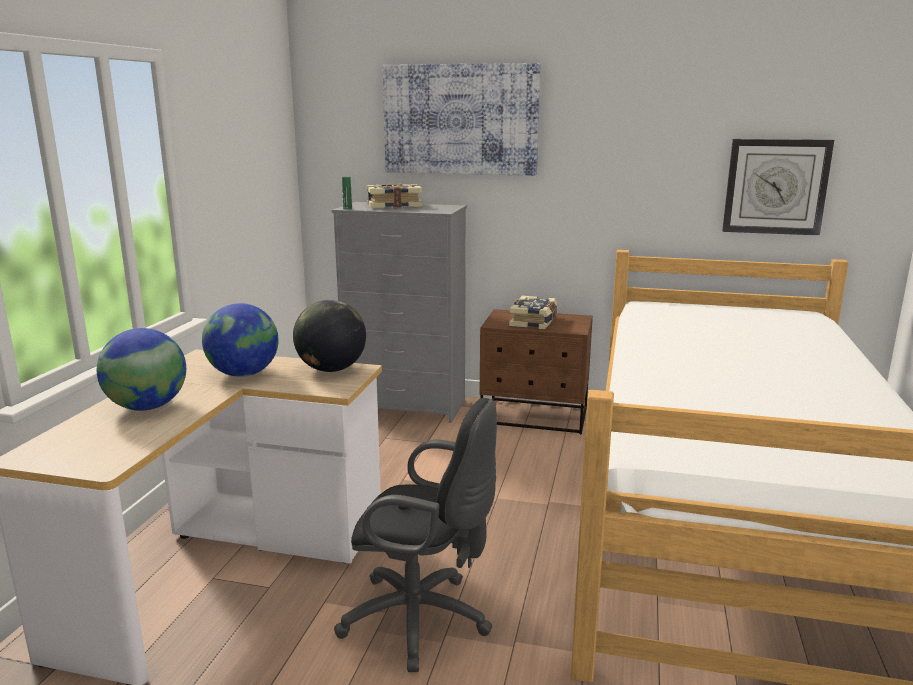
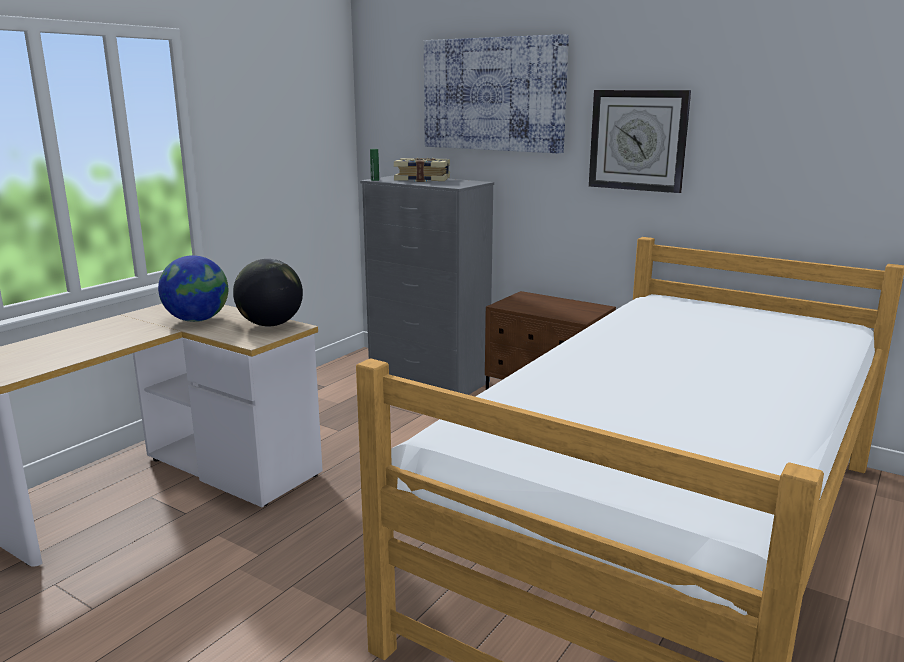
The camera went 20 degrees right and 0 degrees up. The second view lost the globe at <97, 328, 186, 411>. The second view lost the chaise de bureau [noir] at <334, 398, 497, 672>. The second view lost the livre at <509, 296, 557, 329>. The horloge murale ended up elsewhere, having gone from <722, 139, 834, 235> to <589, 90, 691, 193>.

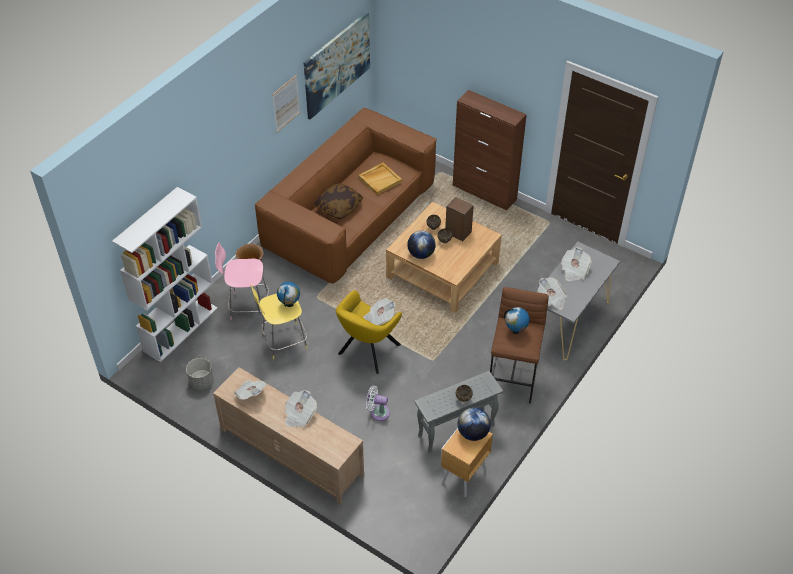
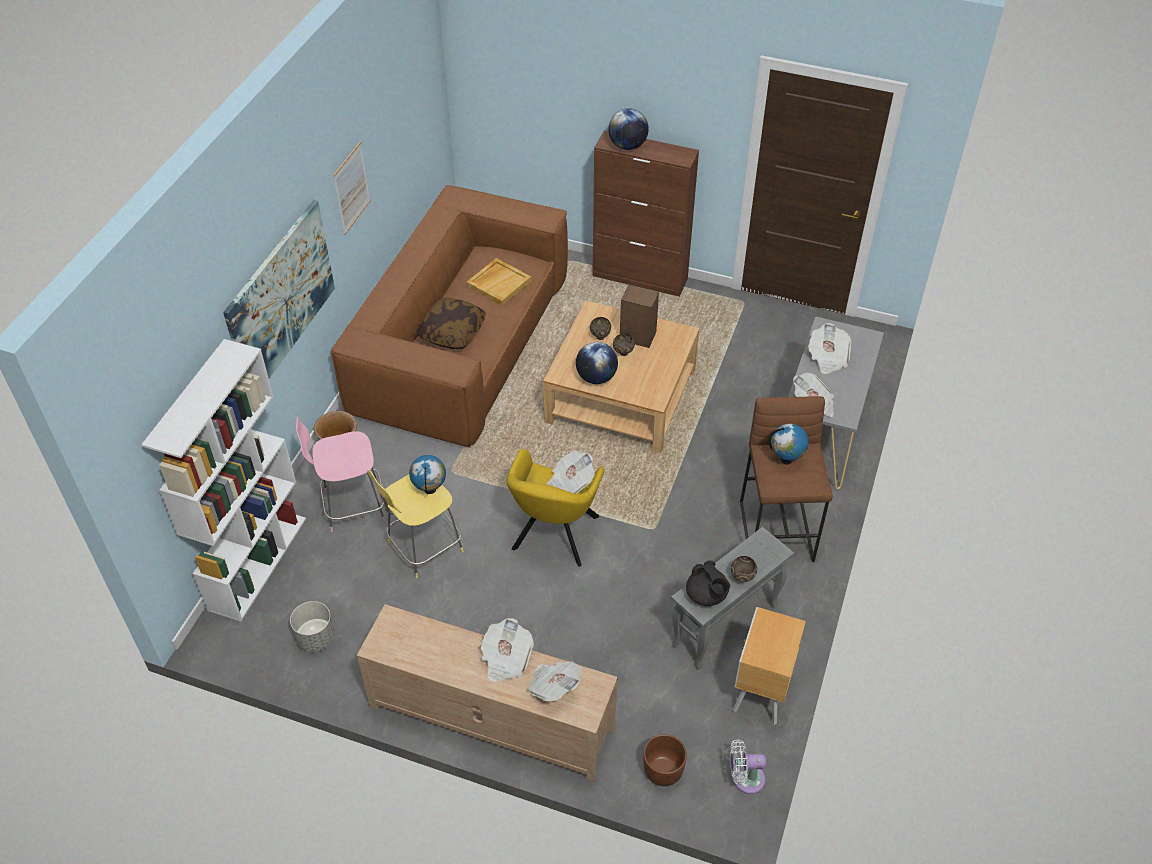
The camera went 15 degrees left and 0 degrees up. The journal ended up elsewhere, having gone from <234, 380, 266, 400> to <527, 661, 582, 701>. The tableau ended up elsewhere, having gone from <304, 11, 370, 120> to <223, 200, 335, 379>. The ventilateur [blanc] ended up elsewhere, having gone from <366, 386, 390, 421> to <730, 739, 766, 794>. The globe ended up elsewhere, having gone from <457, 407, 491, 441> to <608, 108, 649, 150>. The second view gained the cache-pot [marron] at <644, 734, 687, 786>. The second view gained the théière [noir] at <686, 560, 730, 606>.

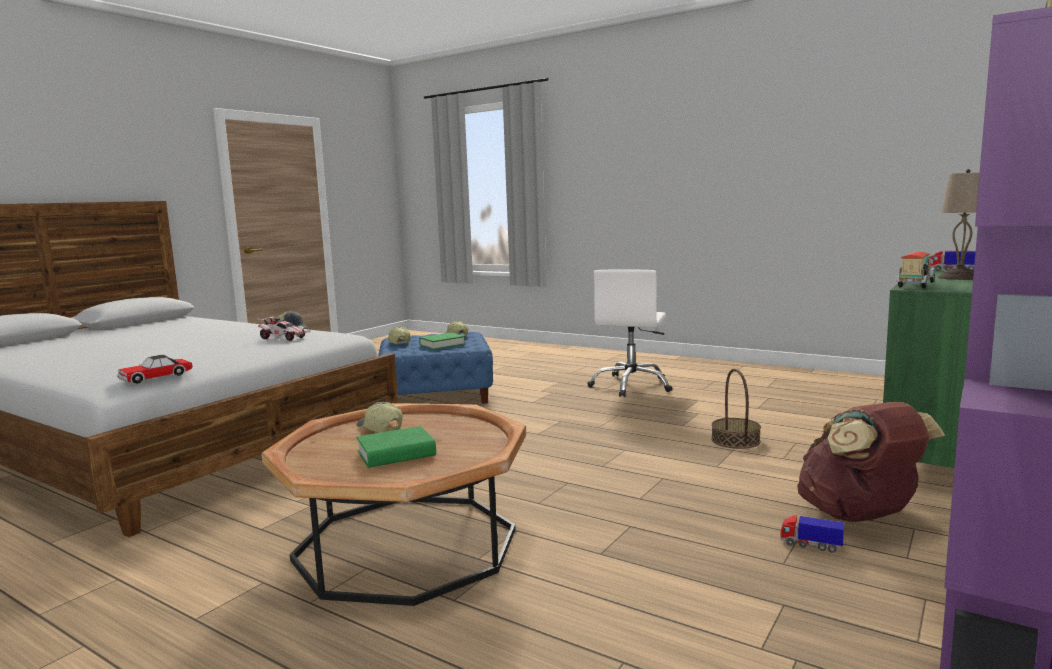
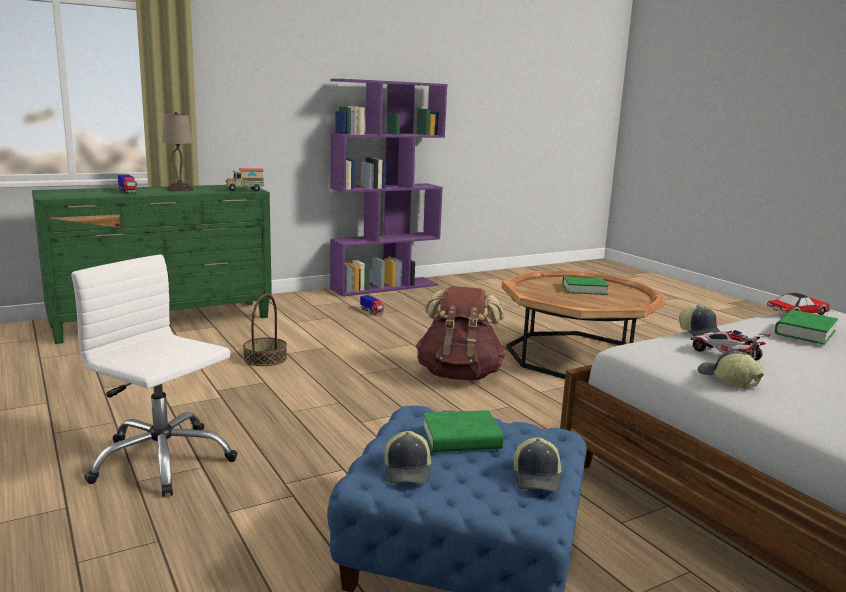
The camera went 155 degrees left and 5 degrees up. The casquette ended up elsewhere, having gone from <357, 402, 403, 433> to <679, 305, 720, 336>. The chaise de bureau [blanc] at <587, 270, 672, 397> ended up facing another way, 105 degrees counterclockwise from before. The sac à dos [marron] ended up elsewhere, having gone from <797, 402, 945, 522> to <416, 286, 506, 380>. The second view gained the livre [vert] at <775, 310, 838, 345>.

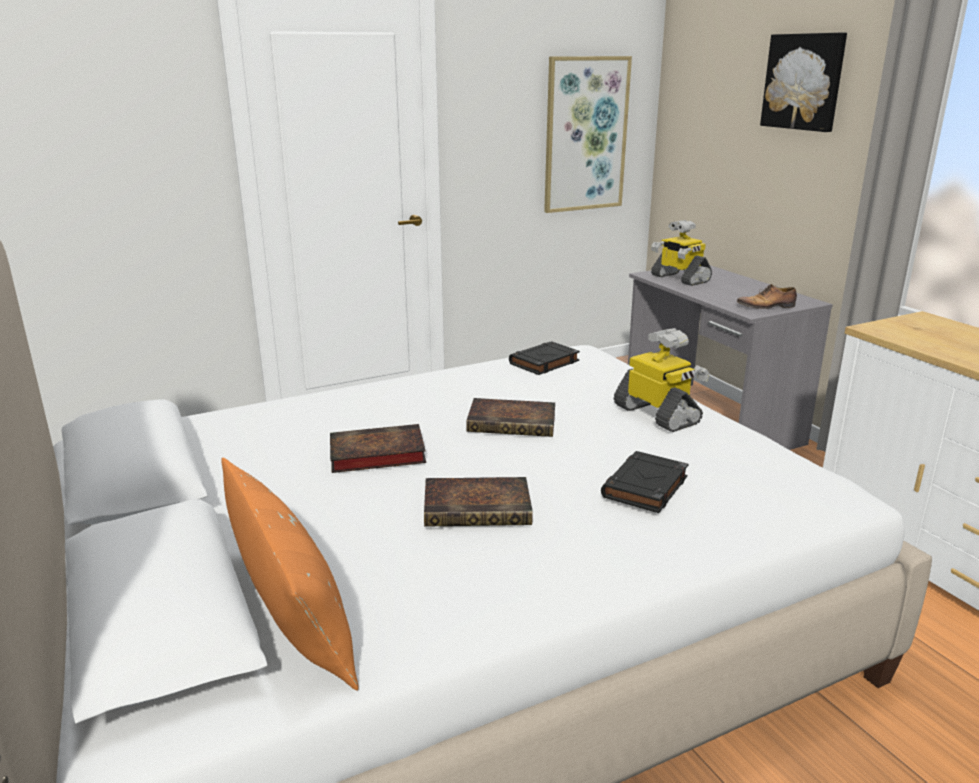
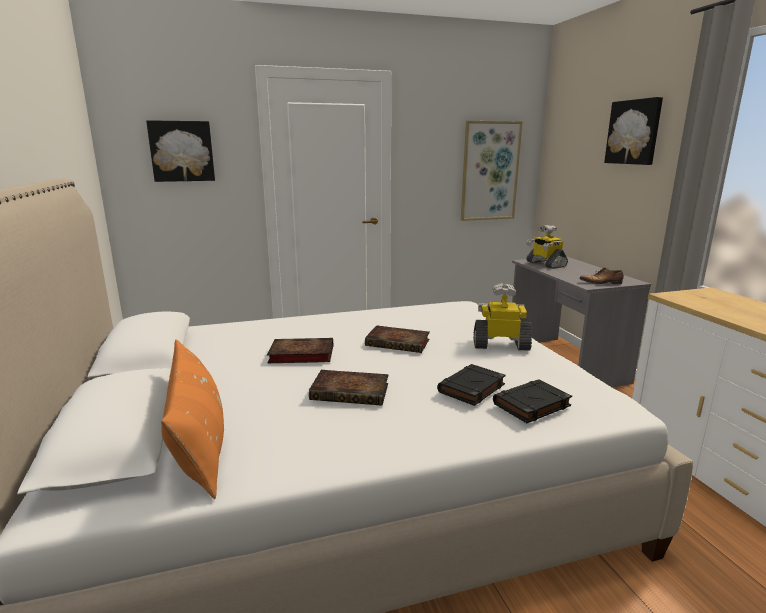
The camera went 10 degrees right and 5 degrees down. The livre [noir] ended up elsewhere, having gone from <509, 341, 580, 375> to <493, 379, 572, 423>. The robot jouet at <614, 328, 710, 432> ended up facing another way, 60 degrees counterclockwise from before. The second view gained the tableau at <146, 120, 215, 182>.

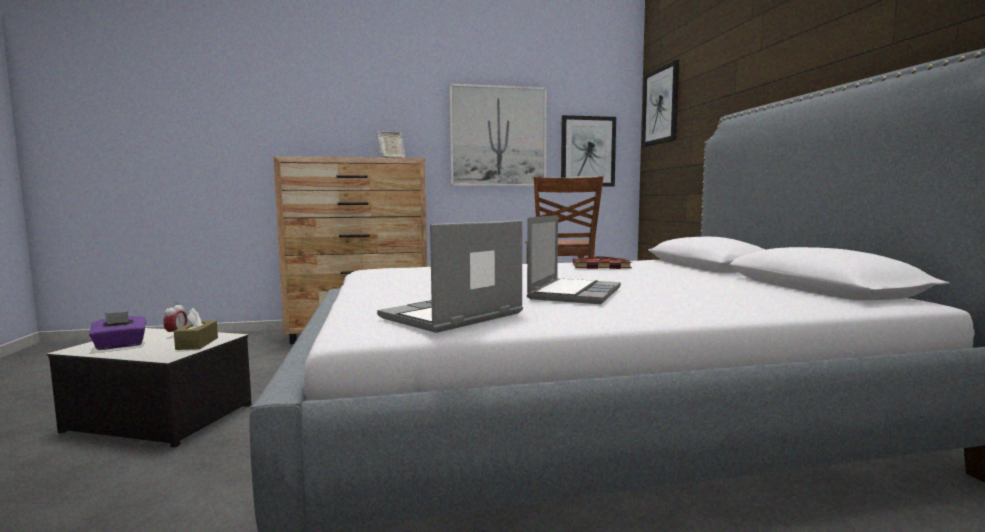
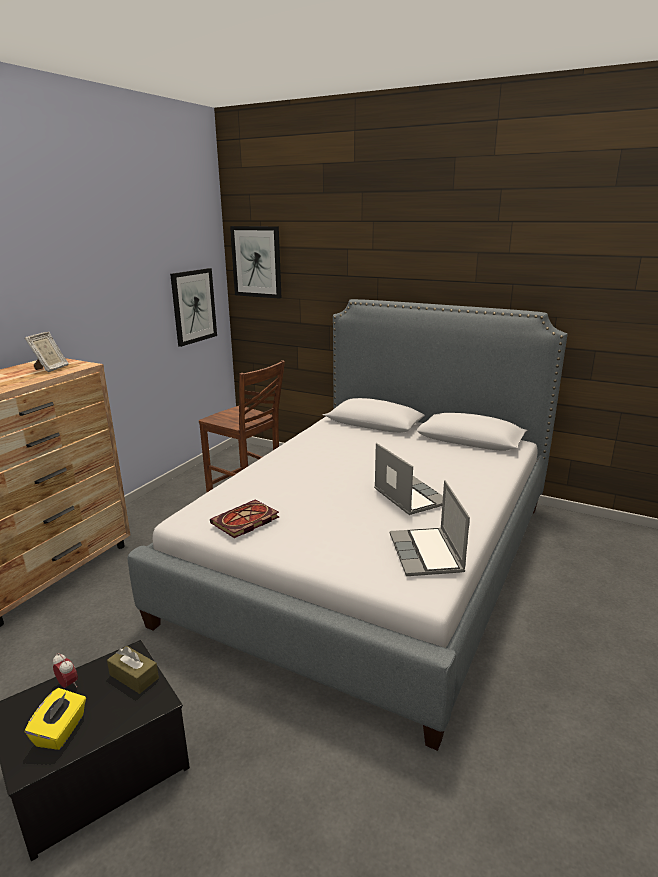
The camera went 50 degrees left and 15 degrees up. What was the boîte à mouchoirs [violet] at <89, 311, 147, 350> turned into the boîte à mouchoirs [jaune] at <25, 688, 86, 750>. The second view lost the tableau at <449, 83, 547, 186>. The livre ended up elsewhere, having gone from <573, 256, 632, 269> to <210, 500, 279, 538>.

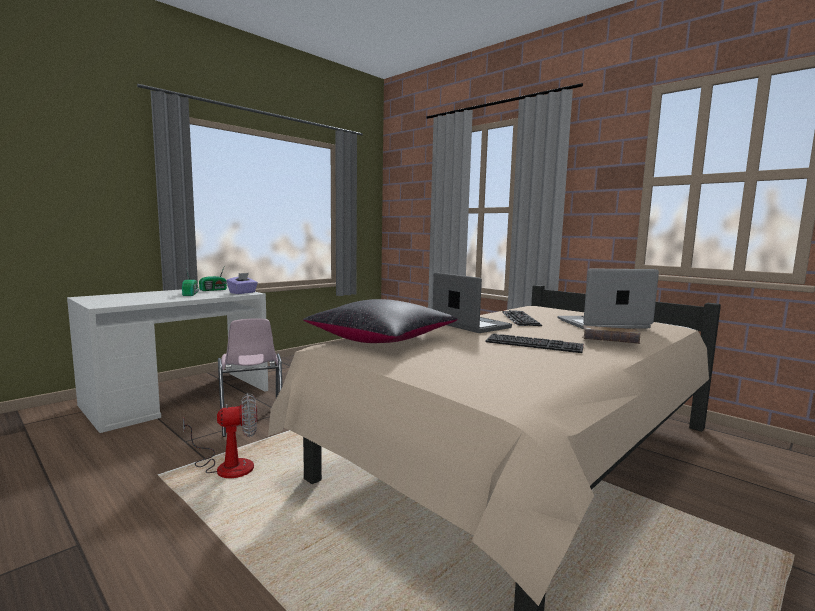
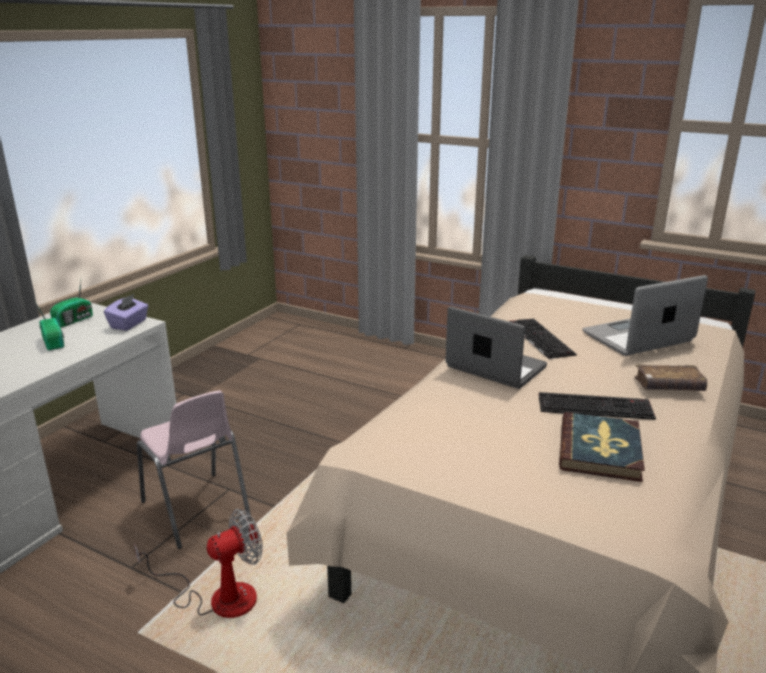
The camera went 15 degrees left and 15 degrees up. The second view lost the coussin [noir] at <303, 299, 458, 343>. The second view gained the livre at <559, 412, 645, 482>.

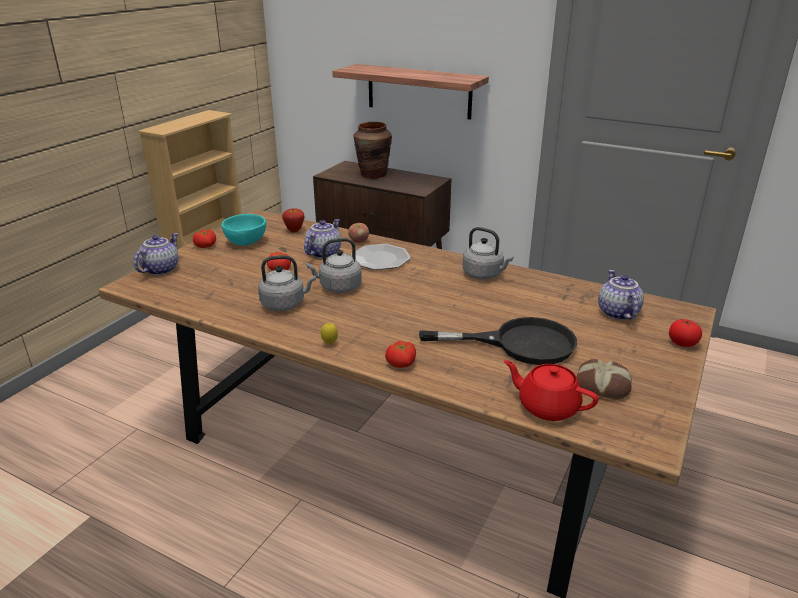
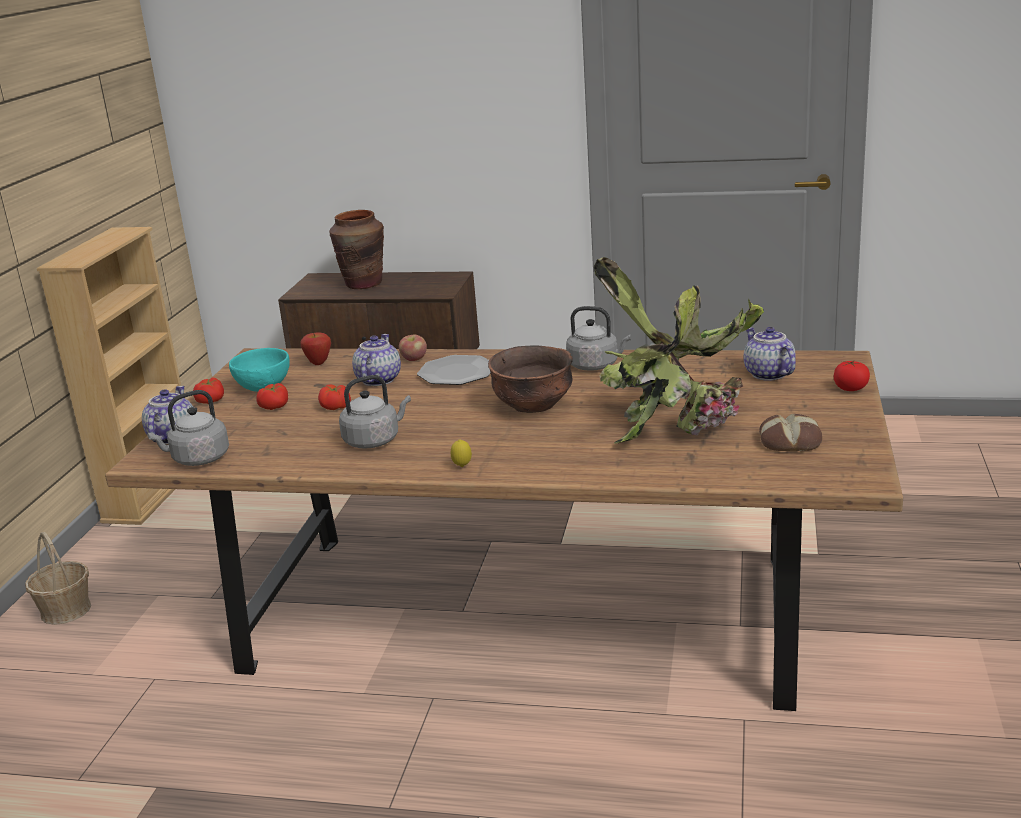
The camera went 15 degrees left and 5 degrees down. The bouilloire [gris] ended up elsewhere, having gone from <306, 238, 362, 293> to <147, 390, 229, 466>. The second view lost the étagère at <332, 64, 489, 120>. The tomate ended up elsewhere, having gone from <385, 341, 416, 368> to <257, 383, 288, 410>. Where the poêle [noir] stood at <419, 317, 577, 365>, the plante en pot came to stand at <594, 257, 764, 444>. The second view lost the théière [rouge] at <504, 360, 599, 421>. The second view gained the panier at <25, 532, 91, 625>. The second view gained the bol [marron] at <488, 345, 573, 413>.

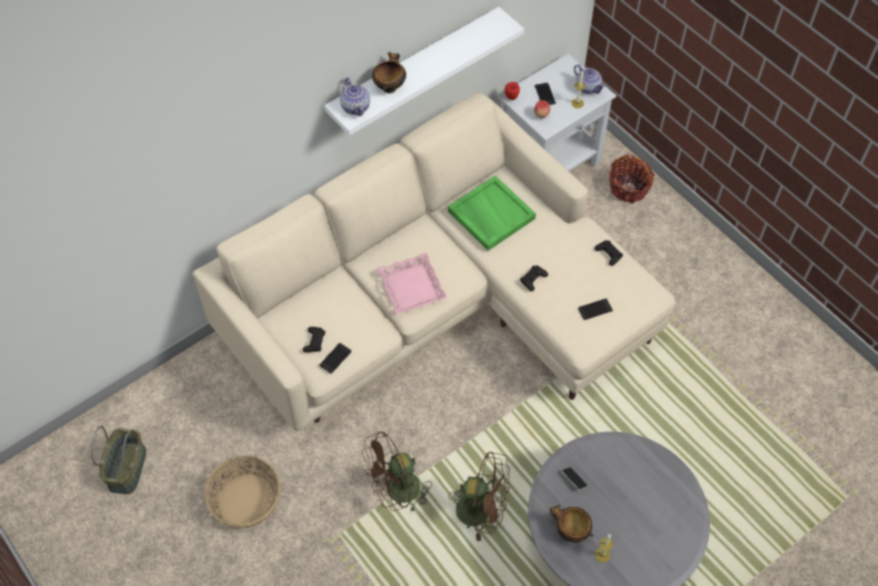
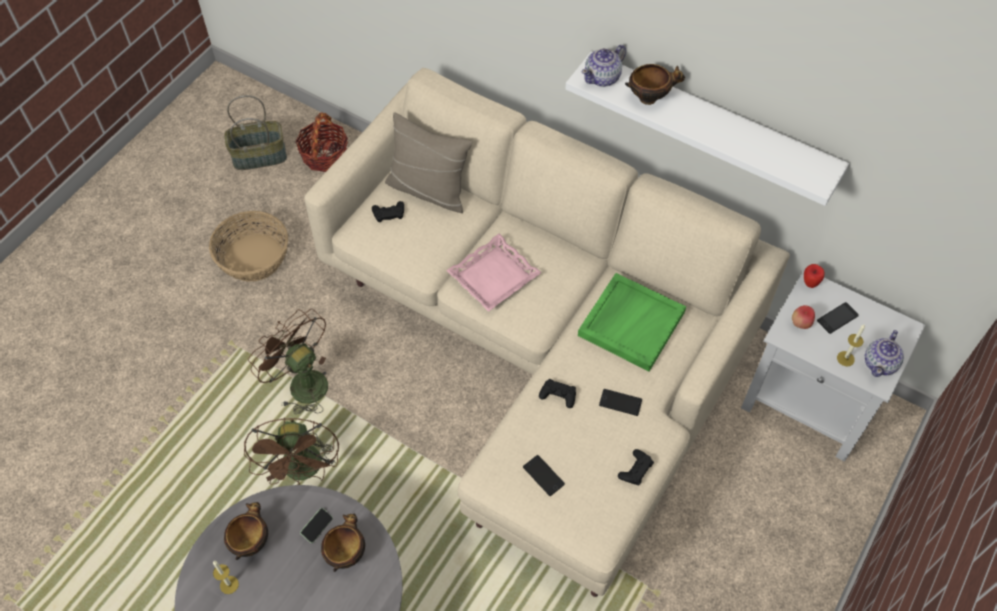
The camera went 70 degrees right and 0 degrees up. The téléphone ended up elsewhere, having gone from <319, 343, 352, 374> to <599, 389, 642, 416>. The panier ended up elsewhere, having gone from <609, 155, 655, 203> to <295, 113, 348, 172>. The second view gained the bol at <321, 514, 365, 572>. The second view gained the coussin [beige] at <385, 112, 472, 213>.

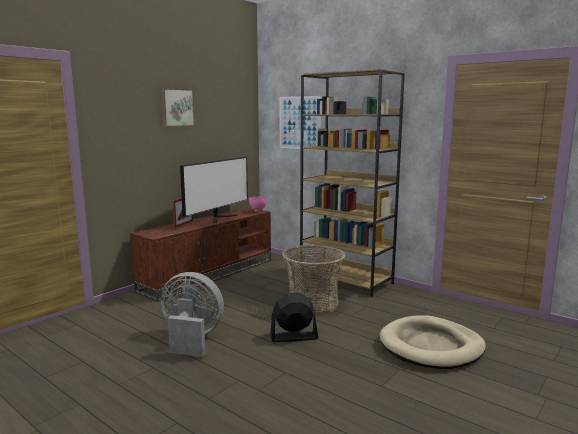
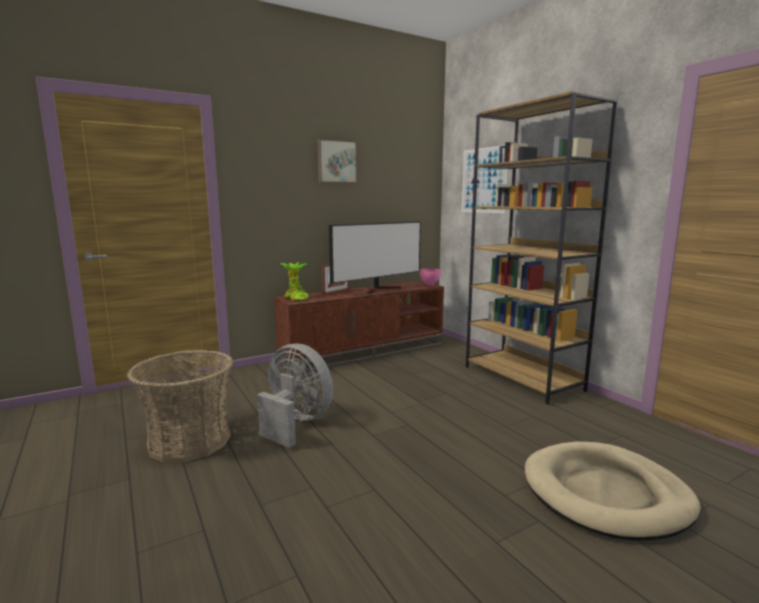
The camera went 20 degrees right and 0 degrees up. The second view lost the ventilateur [noir] at <270, 293, 318, 342>. The panier ended up elsewhere, having gone from <282, 245, 346, 315> to <127, 350, 233, 462>. The second view gained the plante en pot at <281, 262, 309, 300>.

